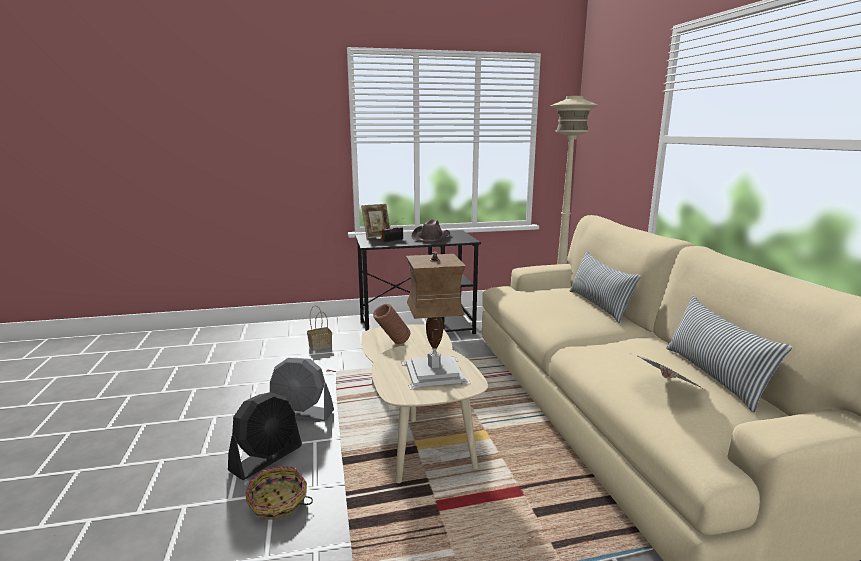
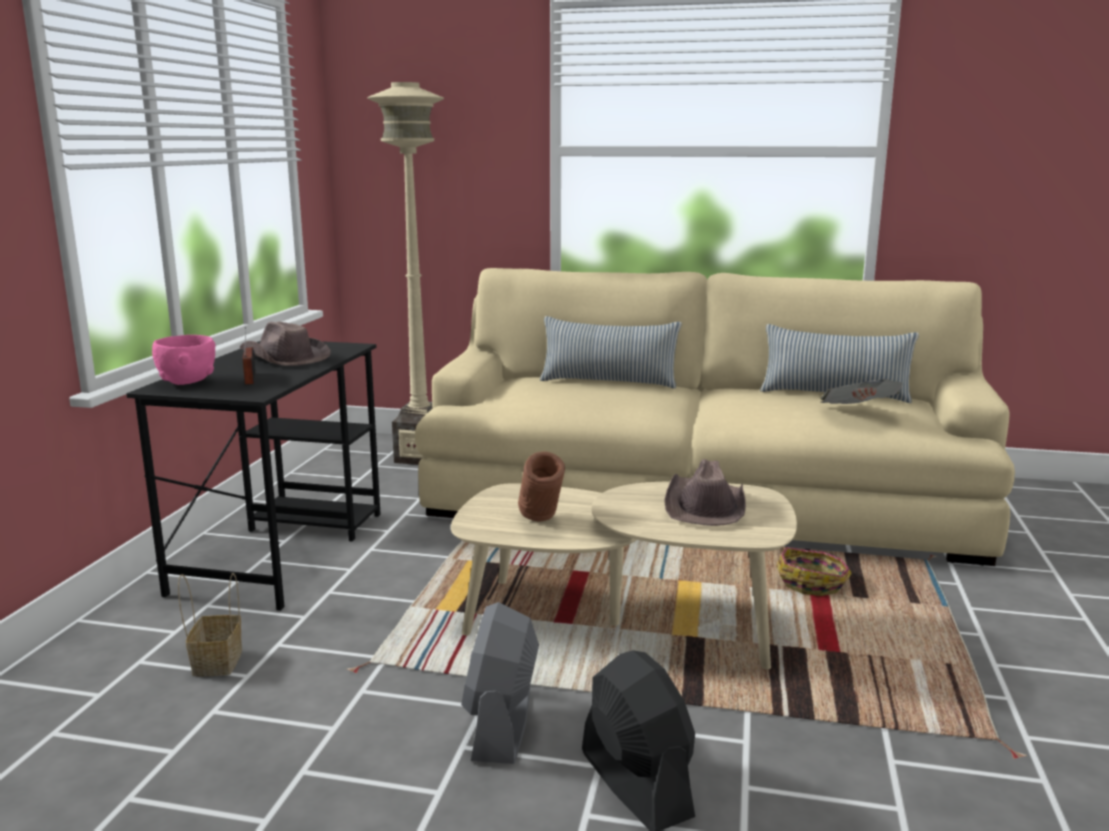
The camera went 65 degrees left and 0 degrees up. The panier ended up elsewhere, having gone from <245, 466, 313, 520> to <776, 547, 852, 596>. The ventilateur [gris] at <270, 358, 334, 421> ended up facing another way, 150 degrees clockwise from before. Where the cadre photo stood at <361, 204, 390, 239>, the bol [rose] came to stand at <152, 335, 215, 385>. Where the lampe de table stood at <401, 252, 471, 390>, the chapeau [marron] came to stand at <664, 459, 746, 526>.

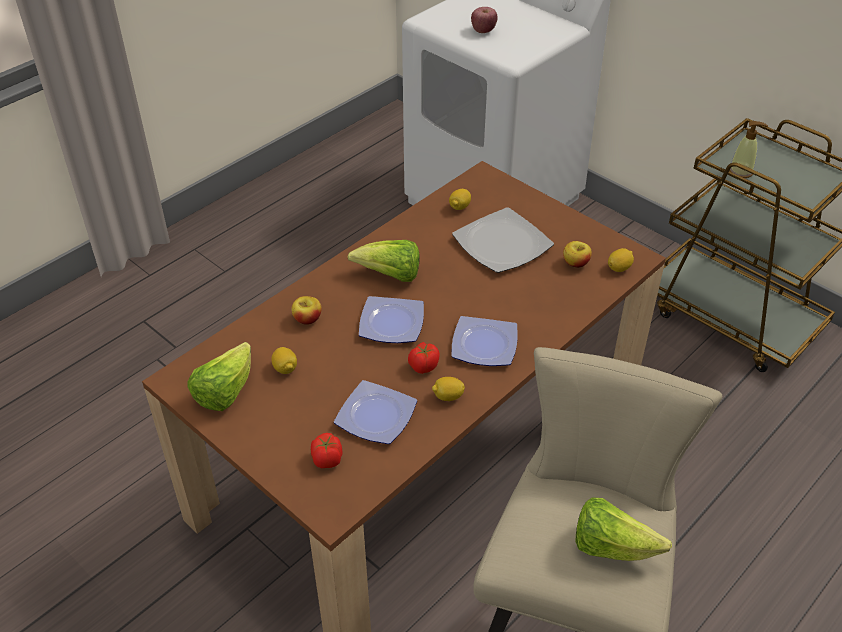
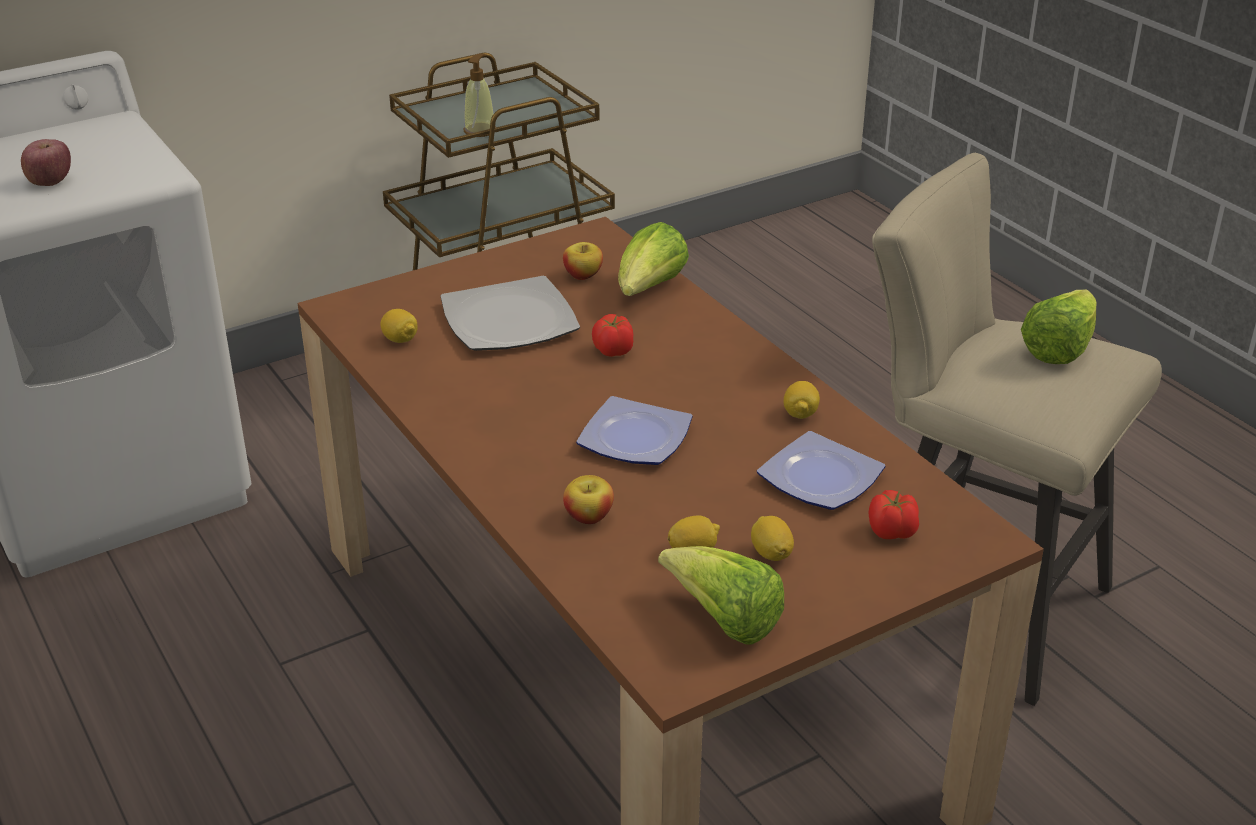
The camera went 75 degrees left and 10 degrees down. The laitue ended up elsewhere, having gone from <347, 240, 420, 282> to <618, 222, 689, 296>. The tomate ended up elsewhere, having gone from <408, 342, 440, 374> to <592, 314, 633, 357>. The second view lost the assiette at <451, 316, 518, 366>. The citron ended up elsewhere, having gone from <608, 248, 634, 272> to <751, 516, 794, 561>.

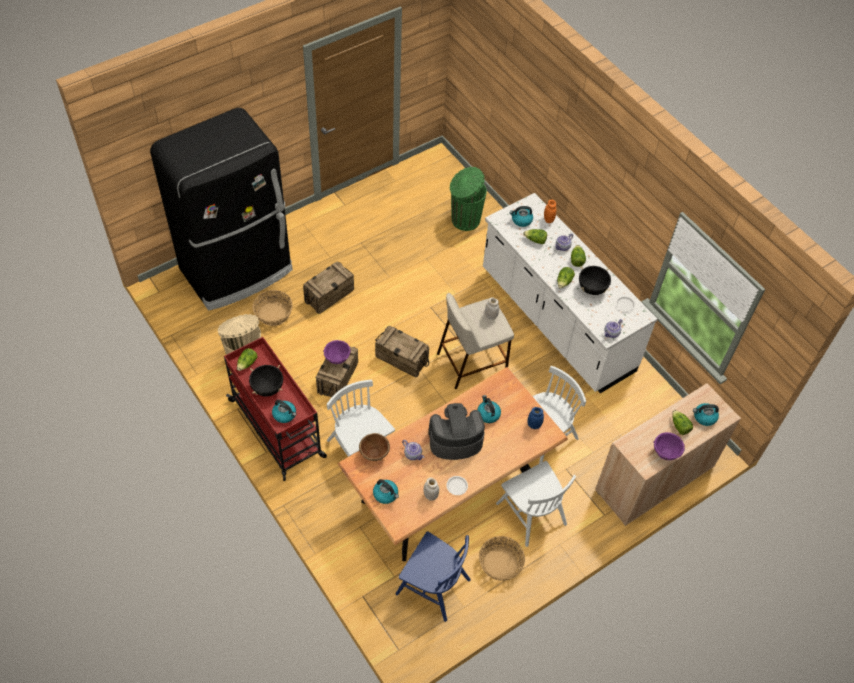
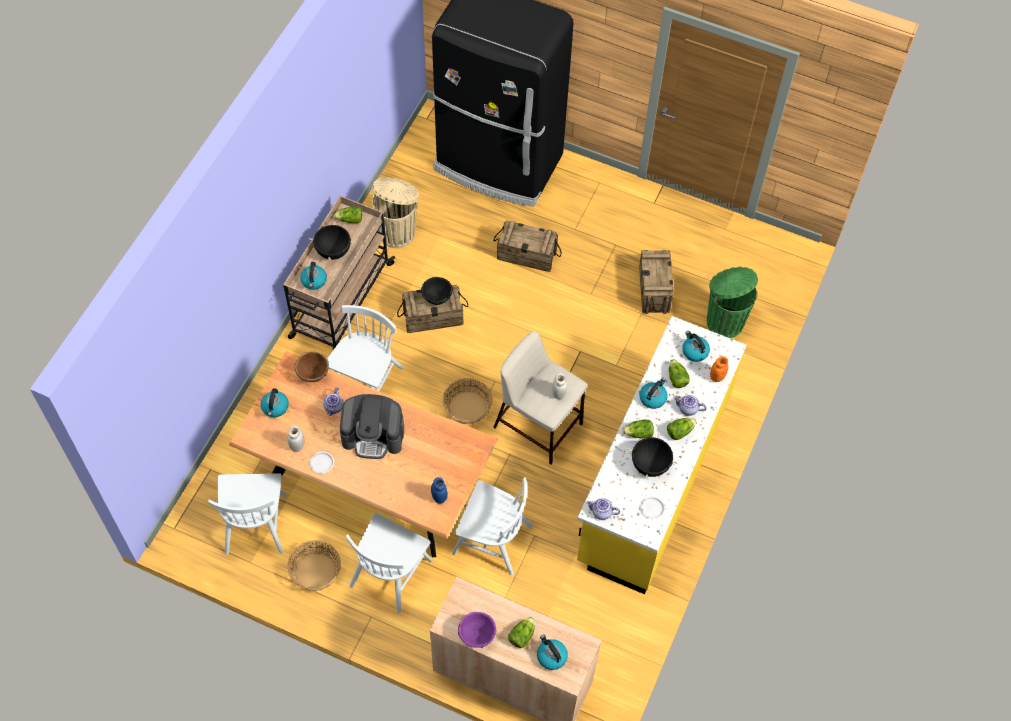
The camera went 60 degrees right and 5 degrees up. What was the chariot [rouge] at <224, 337, 327, 481> turned into the chariot [beige] at <283, 196, 395, 350>. The panier ended up elsewhere, having gone from <252, 290, 293, 326> to <442, 378, 492, 424>. What was the bol [violet] at <323, 340, 351, 364> turned into the bol [noir] at <421, 277, 453, 305>. The caisse ended up elsewhere, having gone from <375, 325, 429, 378> to <639, 250, 674, 314>. What was the chaise [bleu] at <396, 531, 471, 622> turned into the chaise [blanc] at <208, 473, 287, 555>. The machine à café at <428, 403, 485, 460> ended up facing another way, 135 degrees clockwise from before. The bouilloire ended up elsewhere, having gone from <477, 395, 501, 423> to <640, 378, 668, 409>. What was the comptoir de cuisine [blanc] at <483, 193, 657, 393> turned into the comptoir de cuisine [jaune] at <577, 316, 746, 594>.

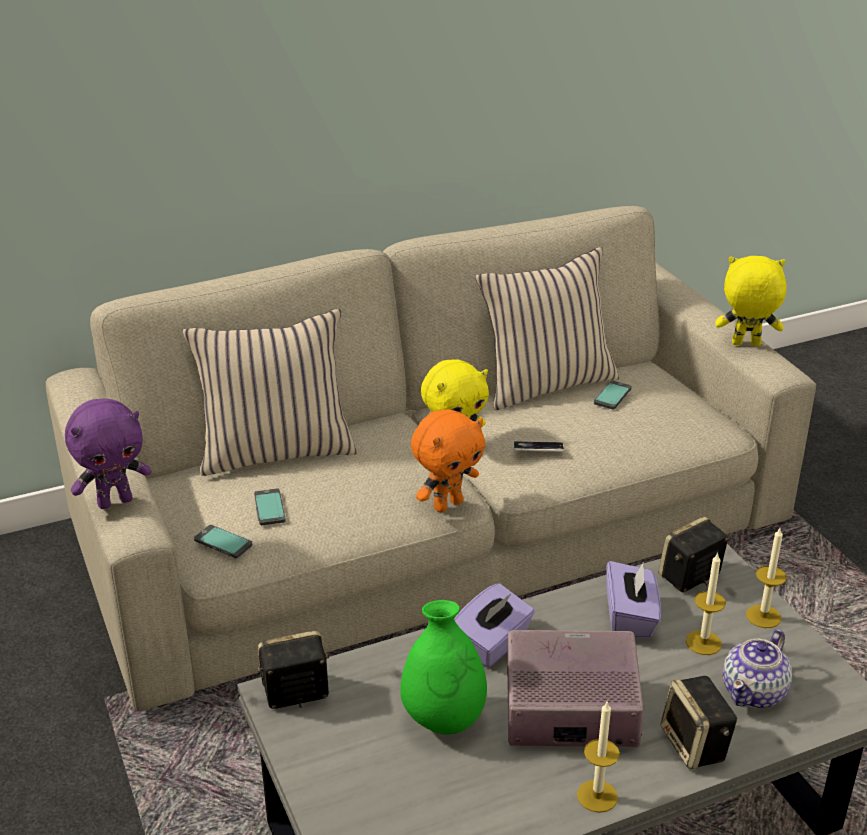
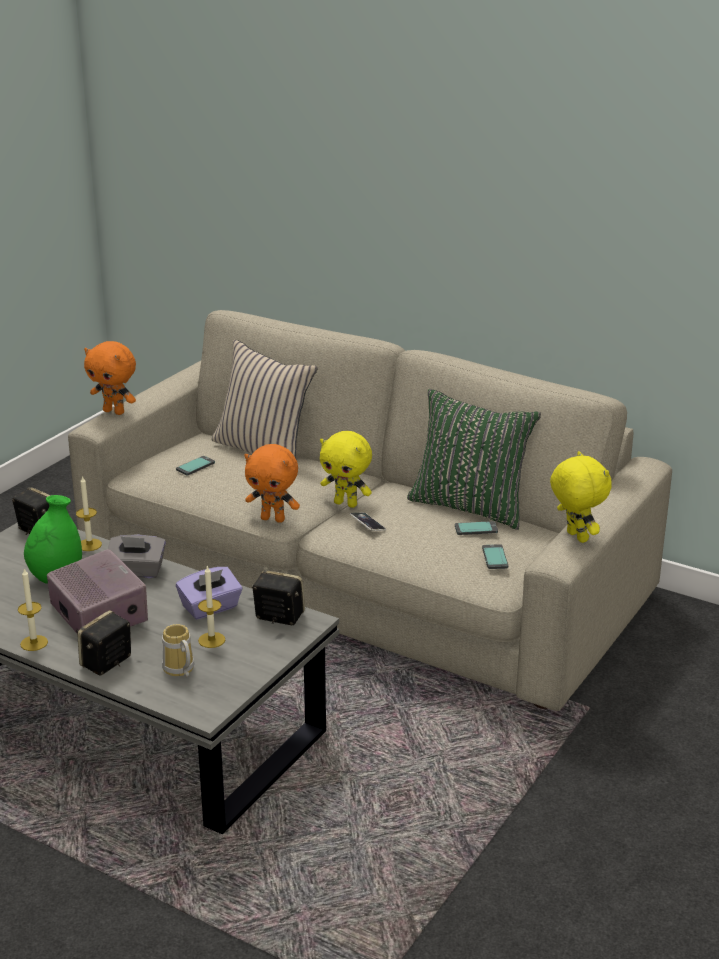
The camera went 55 degrees right and 5 degrees down. What was the peluche [violet] at <65, 399, 152, 509> turned into the peluche [orange] at <84, 341, 136, 415>. The téléphone ended up elsewhere, having gone from <194, 525, 252, 558> to <482, 544, 508, 569>. What was the boîte à mouchoirs [violet] at <454, 583, 535, 668> turned into the boîte à mouchoirs [gris] at <108, 535, 166, 578>. What was the coussin [beige] at <475, 247, 619, 410> turned into the coussin [vert] at <407, 389, 541, 530>. Where the théière stood at <723, 629, 792, 708>, the mug came to stand at <162, 624, 194, 677>. The bougie ended up elsewhere, having gone from <746, 528, 787, 628> to <76, 475, 102, 551>.

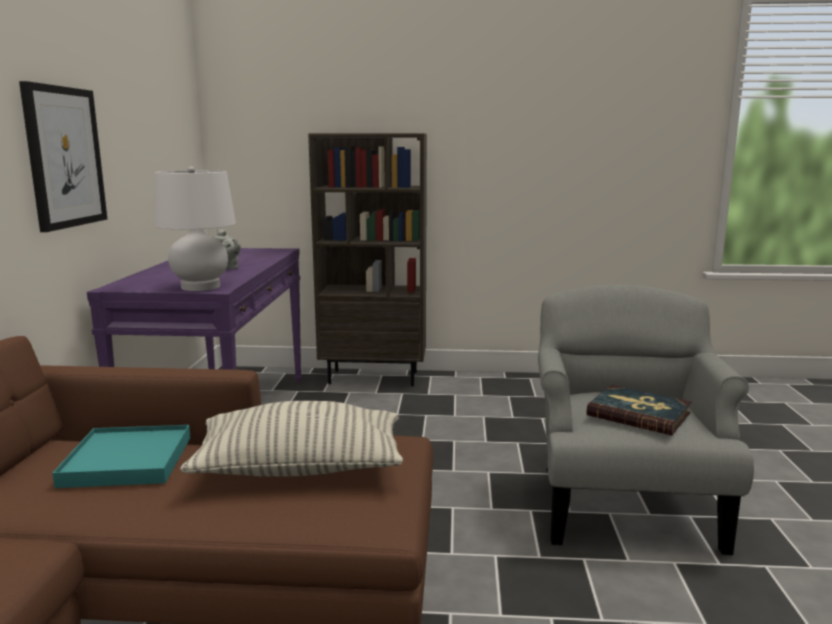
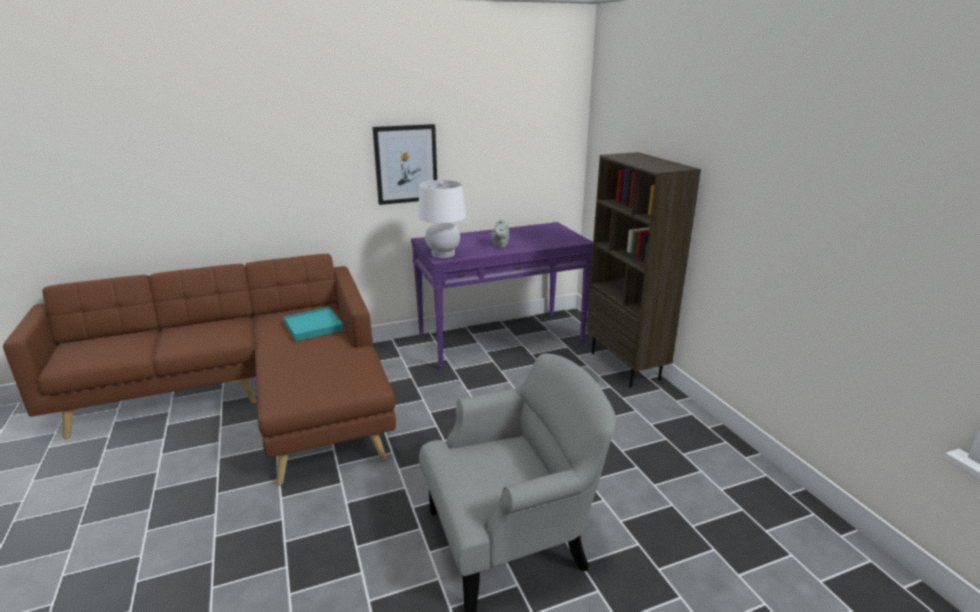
The camera went 65 degrees right and 10 degrees up. The second view lost the coussin at <180, 401, 403, 477>. The second view lost the livre at <586, 385, 692, 436>.

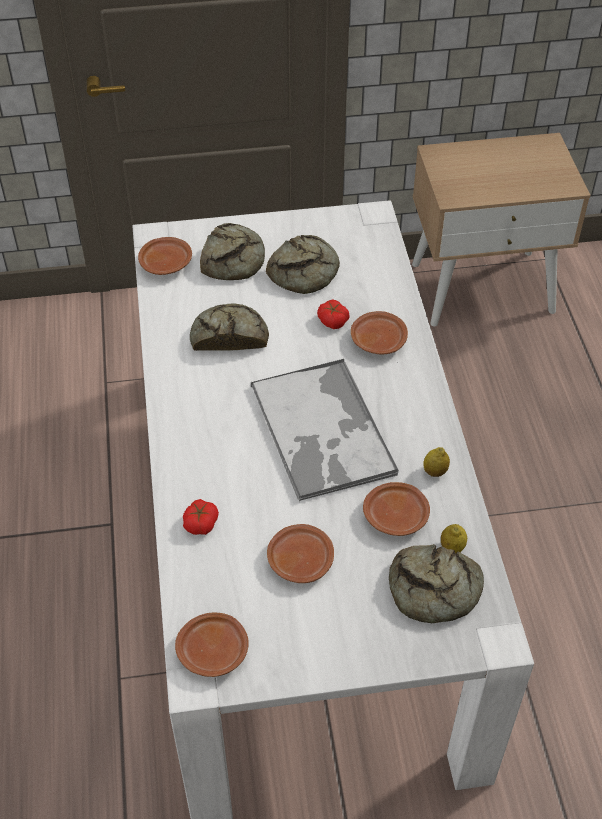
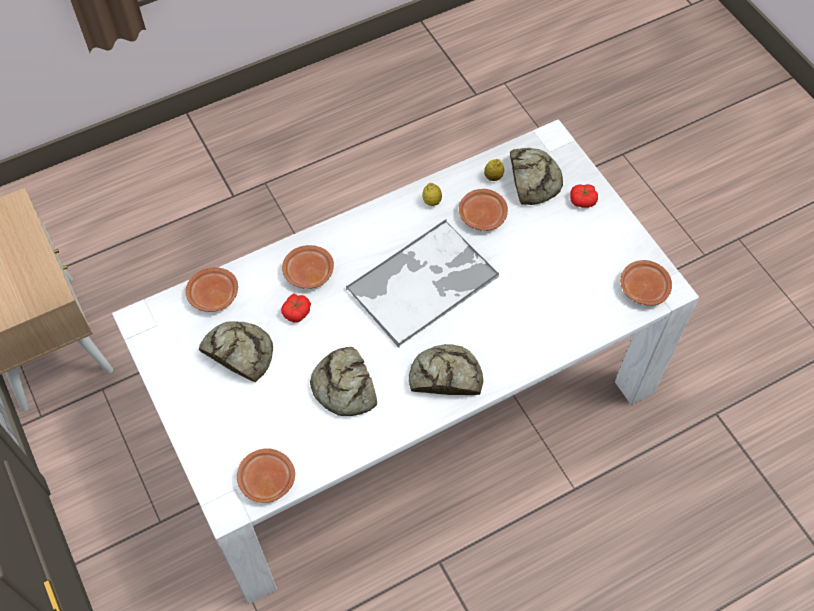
The camera went 110 degrees left and 10 degrees up. The tomate ended up elsewhere, having gone from <183, 499, 219, 535> to <570, 184, 598, 208>. The pain ended up elsewhere, having gone from <200, 223, 265, 280> to <409, 344, 483, 395>. The assiette [marron] ended up elsewhere, having gone from <267, 524, 334, 583> to <185, 267, 238, 312>.

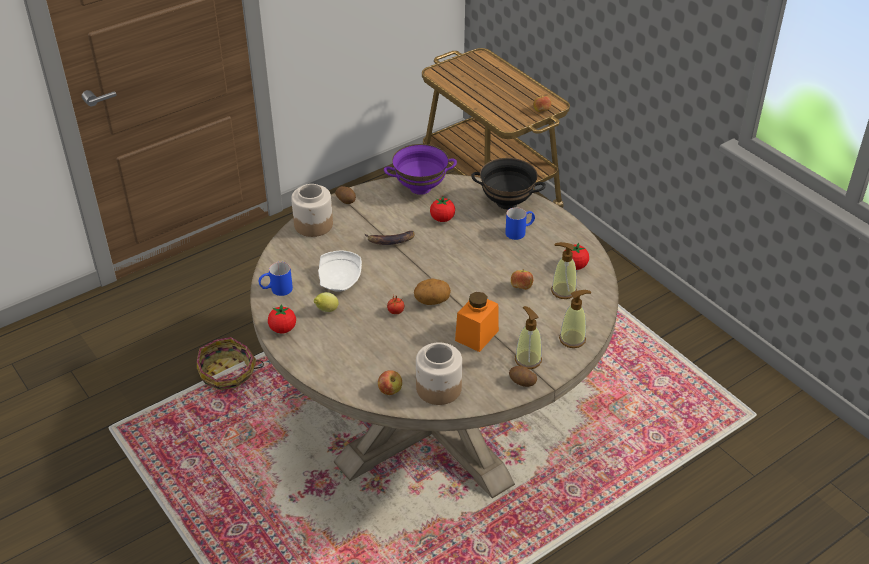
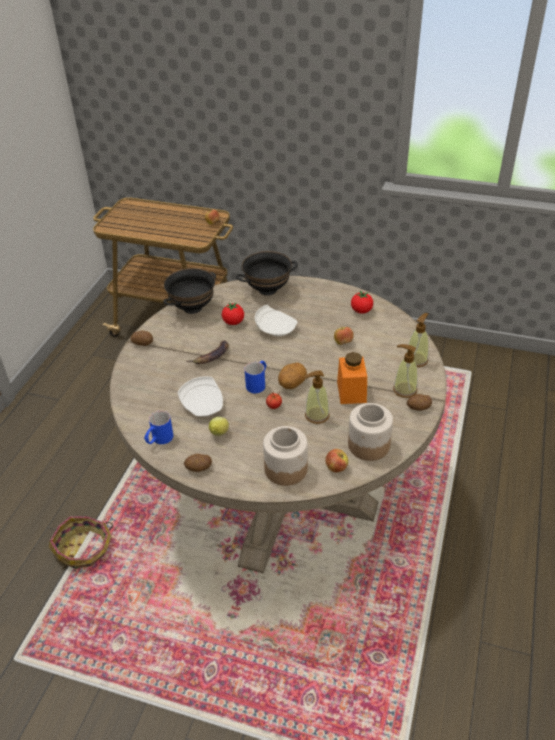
The camera went 35 degrees left and 0 degrees up. Where the tomate stood at <268, 304, 296, 334>, the pomme de terre came to stand at <184, 454, 212, 472>. The bocal ended up elsewhere, having gone from <291, 184, 333, 237> to <263, 426, 308, 486>. What was the bol [violet] at <384, 144, 457, 195> turned into the bol [noir] at <163, 268, 216, 314>. The mug [bleu] ended up elsewhere, having gone from <505, 207, 535, 240> to <245, 361, 267, 393>. The distributeur de savon ended up elsewhere, having gone from <551, 242, 577, 299> to <304, 370, 330, 424>. The second view gained the assiette [blanc] at <255, 305, 298, 336>.

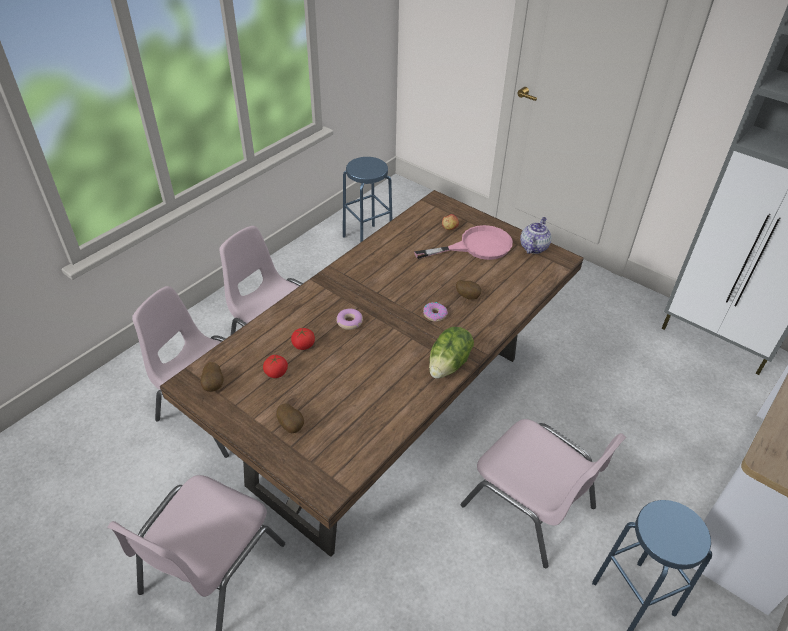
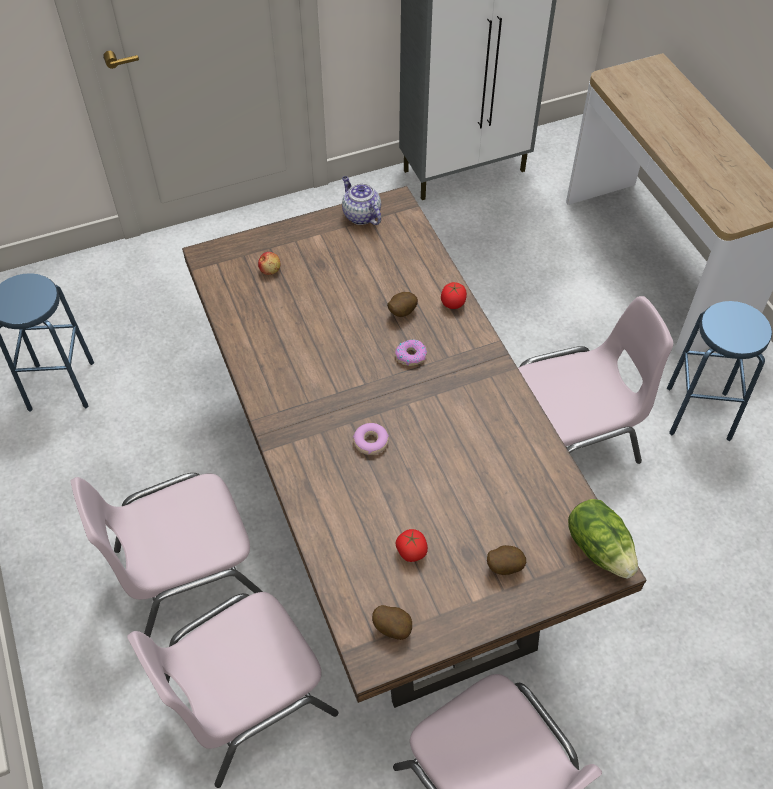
The camera went 60 degrees left and 10 degrees up. The tomate ended up elsewhere, having gone from <291, 328, 315, 350> to <441, 282, 467, 309>. The second view lost the poêle [rose] at <414, 225, 513, 260>. The laitue ended up elsewhere, having gone from <429, 327, 474, 378> to <568, 499, 638, 579>.

